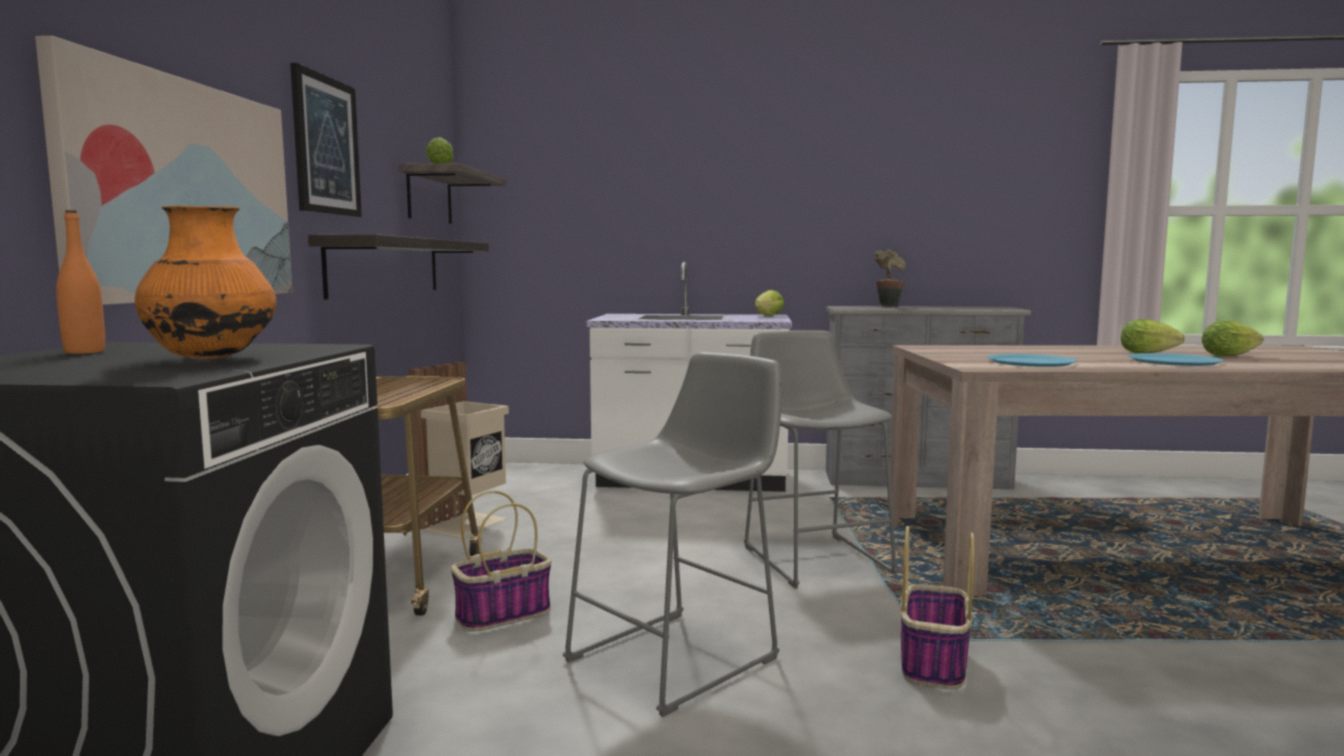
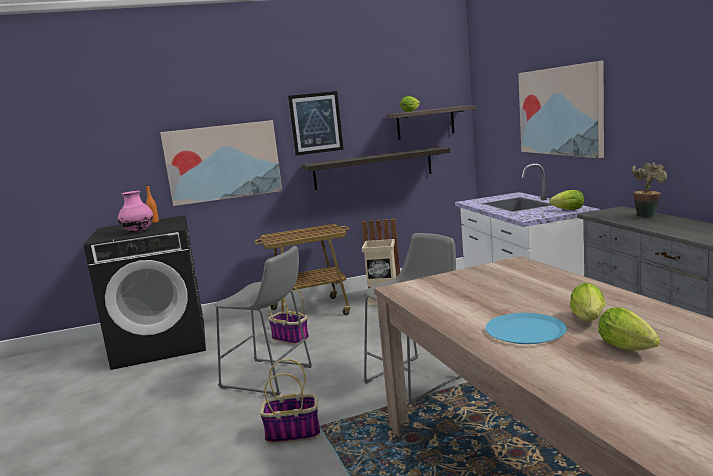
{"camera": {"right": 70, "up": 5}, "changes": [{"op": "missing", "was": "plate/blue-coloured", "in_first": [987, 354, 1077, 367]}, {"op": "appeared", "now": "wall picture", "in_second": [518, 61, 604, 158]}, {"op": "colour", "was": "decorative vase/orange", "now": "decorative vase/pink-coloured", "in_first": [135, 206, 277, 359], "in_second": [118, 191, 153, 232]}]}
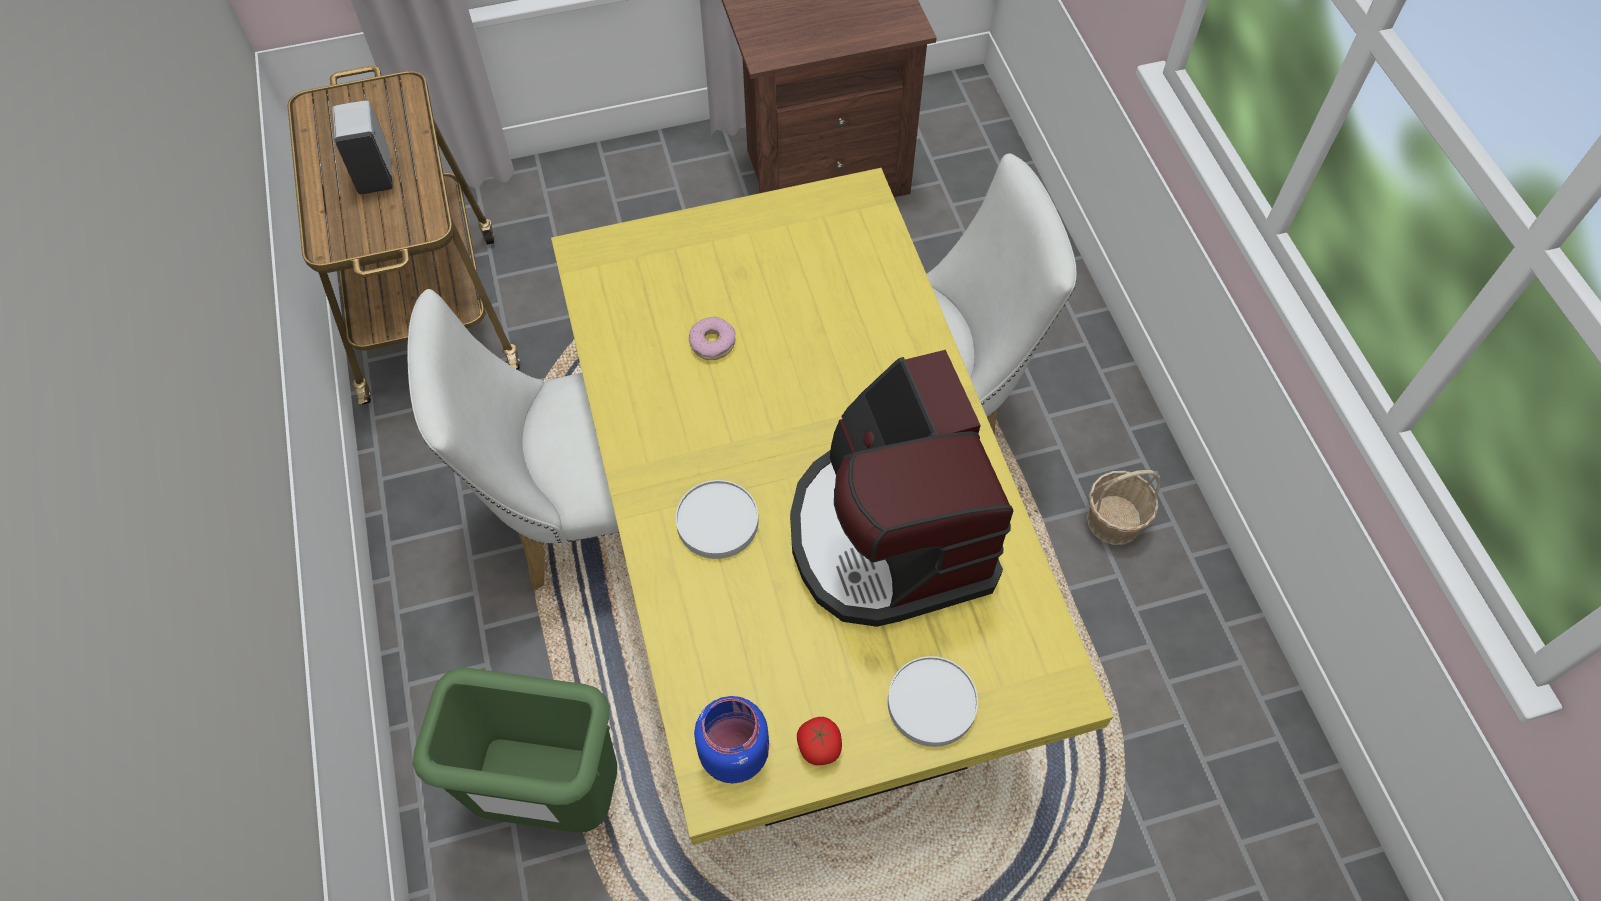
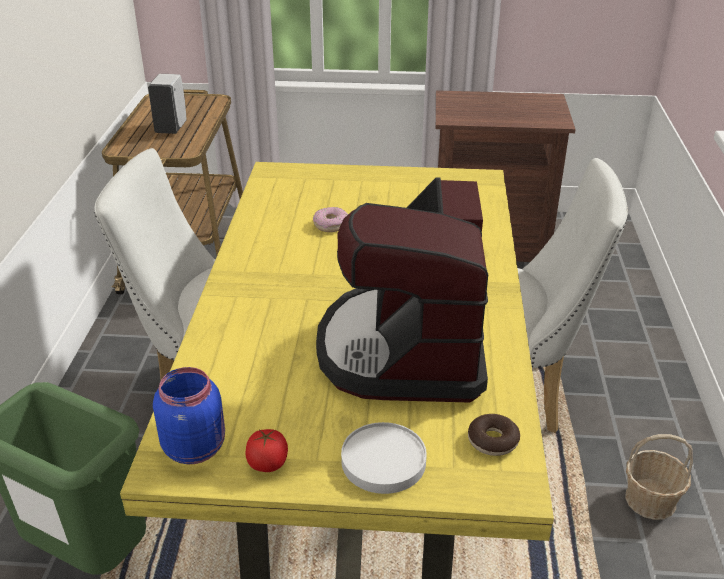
{"camera": {"right": 20, "up": -25}, "changes": [{"op": "missing", "was": "plate/whitish", "in_first": [676, 480, 758, 559]}, {"op": "appeared", "now": "donut", "in_second": [468, 414, 520, 456]}]}
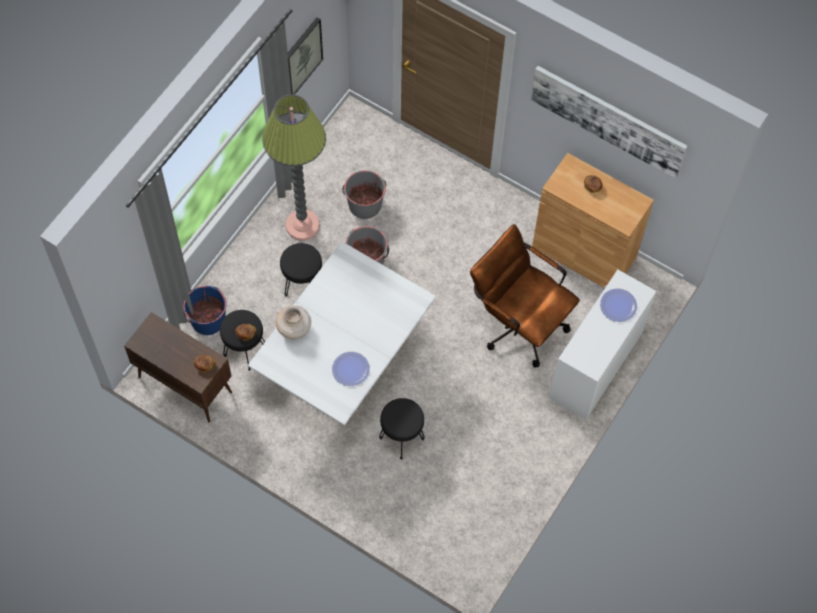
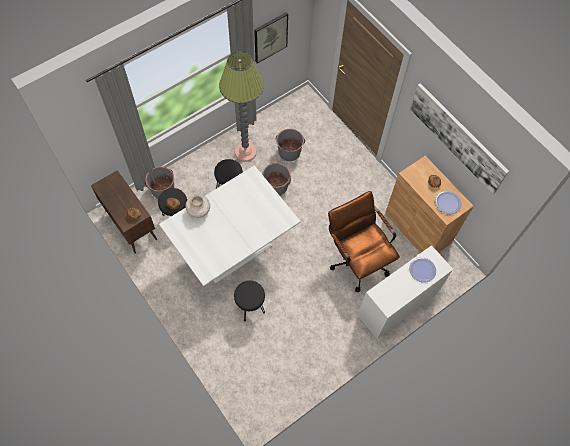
{"camera": {"right": 20, "up": 0}, "changes": [{"op": "relocated", "was": "plate", "in_first": [332, 352, 370, 386], "in_second": [435, 191, 462, 214]}, {"op": "colour", "was": "pail/blue-coloured", "now": "pail/grey", "in_first": [183, 286, 227, 335], "in_second": [145, 167, 174, 199]}]}
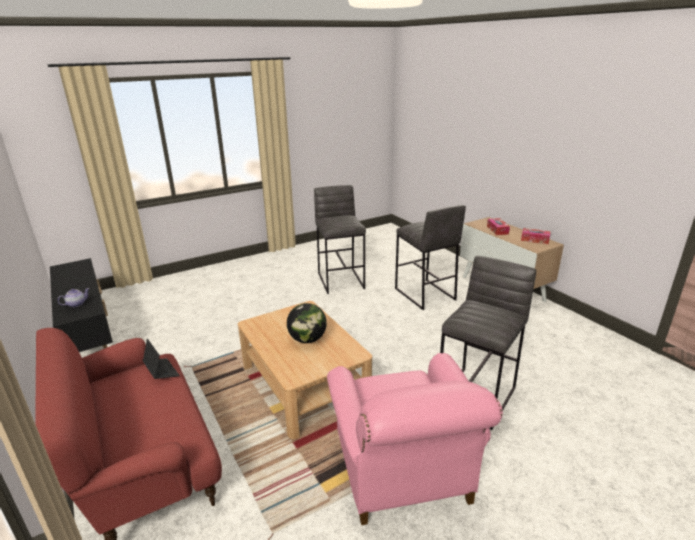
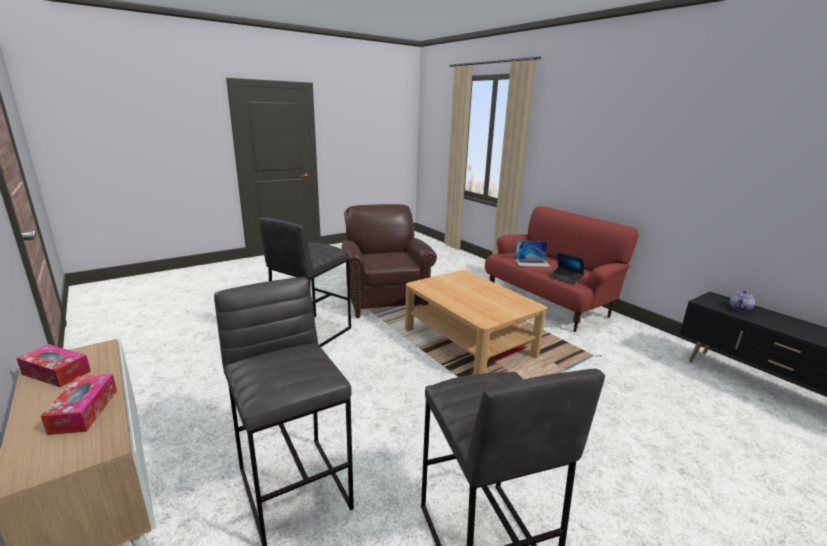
{"camera": {"right": 175, "up": -5}, "changes": [{"op": "missing", "was": "desk globe", "in_first": [287, 303, 327, 343]}, {"op": "appeared", "now": "notebook computer", "in_second": [515, 240, 551, 267]}, {"op": "colour", "was": "lounge chair/pink-coloured", "now": "lounge chair/brown-coloured", "in_first": [327, 353, 503, 525], "in_second": [342, 204, 437, 318]}]}
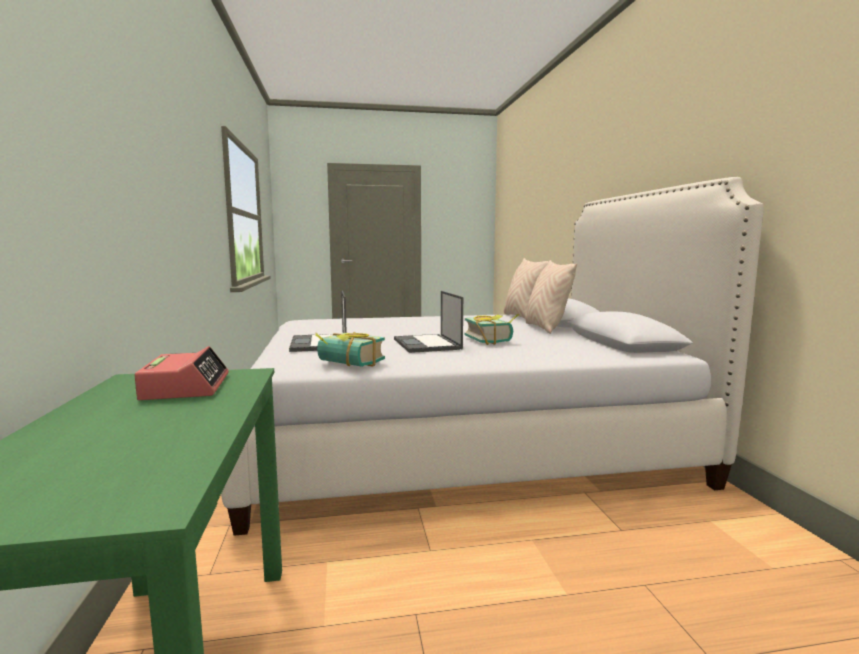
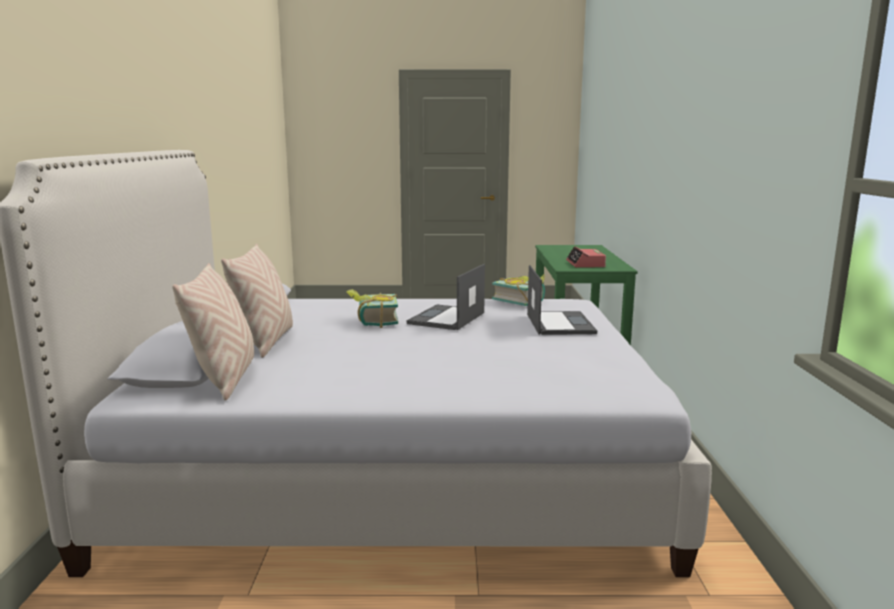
{"camera": {"right": -170, "up": 5}, "changes": [{"op": "spun", "was": "notebook computer", "in_first": [394, 291, 463, 353], "in_second": [407, 264, 485, 330], "clockwise": -150}]}
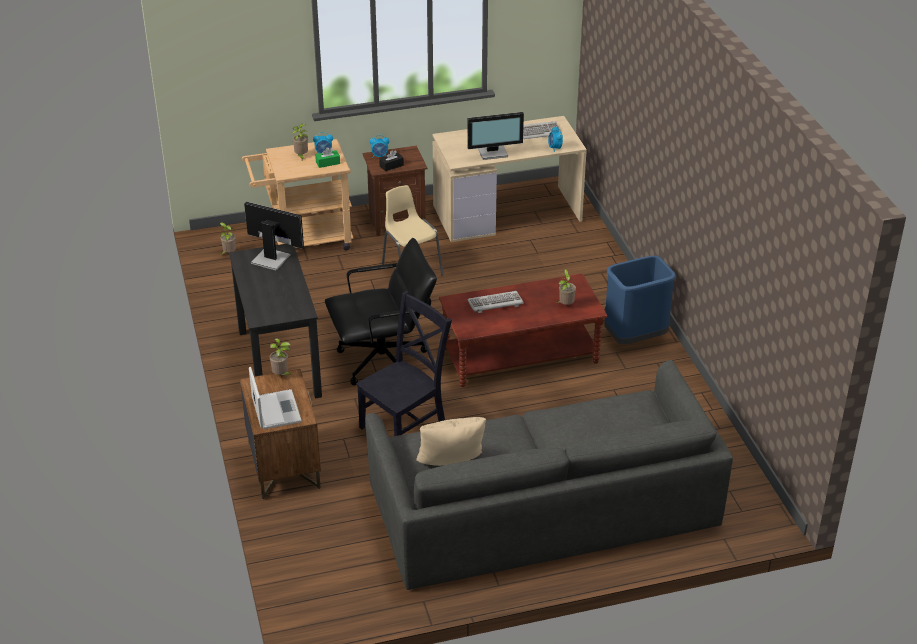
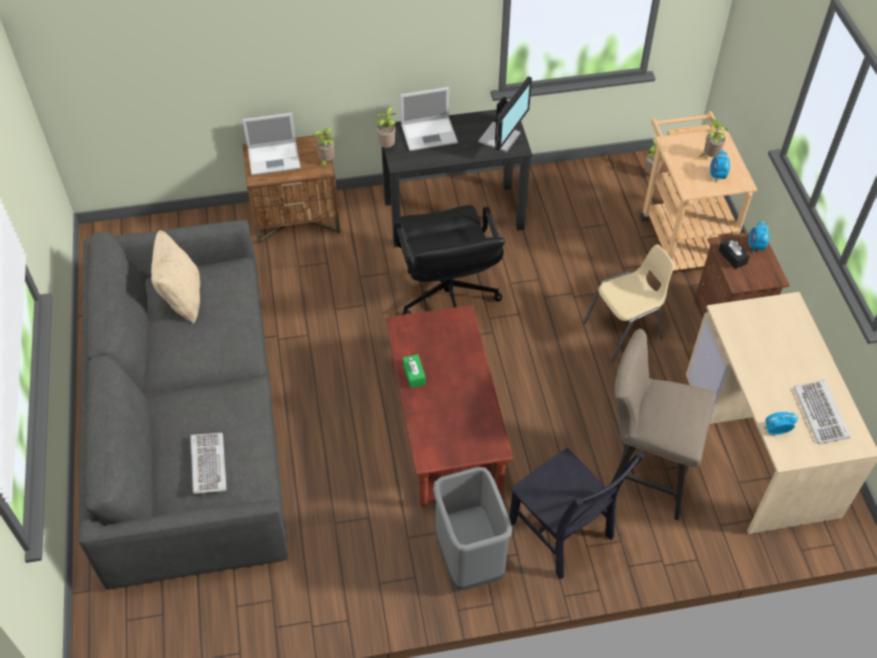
{"camera": {"right": 95, "up": 15}, "changes": [{"op": "missing", "was": "computer screen", "in_first": [468, 112, 524, 160]}, {"op": "appeared", "now": "notebook computer", "in_second": [400, 87, 458, 151]}, {"op": "appeared", "now": "sitting stool/sand-coloured", "in_second": [610, 328, 717, 520]}, {"op": "relocated", "was": "box of tissues/green", "in_first": [315, 147, 340, 168], "in_second": [403, 354, 426, 388]}, {"op": "relocated", "was": "upright chair/black", "in_first": [356, 290, 452, 436], "in_second": [509, 448, 645, 579]}, {"op": "relocated", "was": "computer keyboard", "in_first": [468, 291, 524, 313], "in_second": [190, 433, 227, 494]}, {"op": "relocated", "was": "plant in a pot", "in_first": [557, 269, 576, 305], "in_second": [376, 107, 396, 148]}, {"op": "colour", "was": "rubbish bin/blue-coloured", "now": "rubbish bin/grey", "in_first": [604, 256, 676, 344], "in_second": [433, 467, 512, 590]}]}
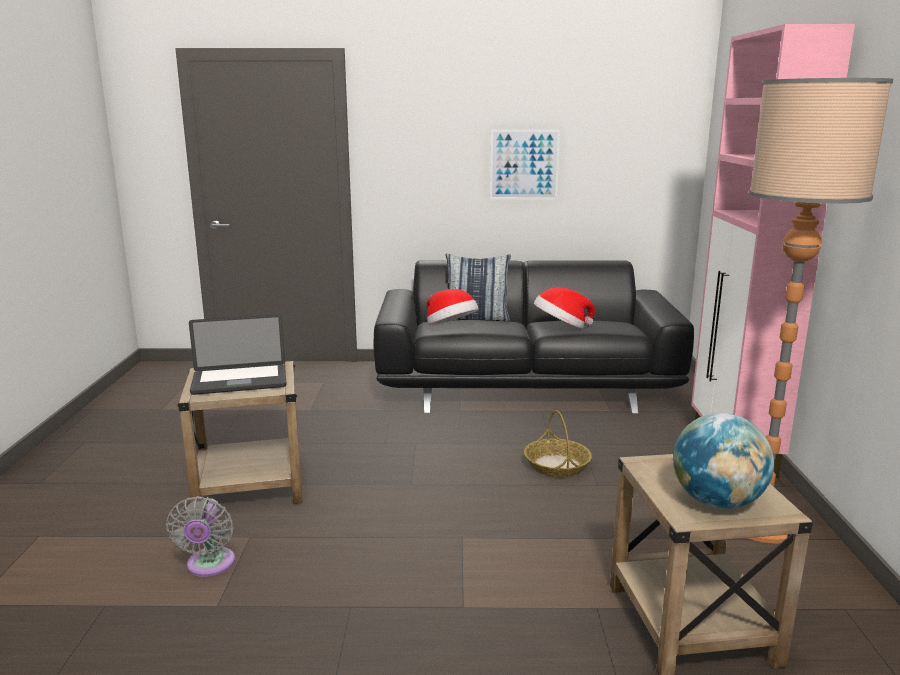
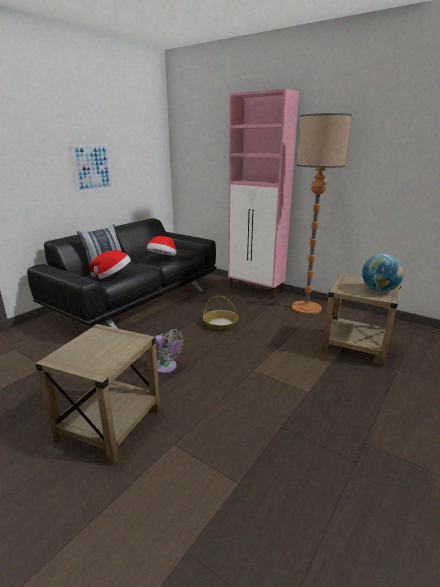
{"camera": {"right": -55, "up": 5}, "changes": [{"op": "missing", "was": "notebook computer", "in_first": [189, 314, 287, 395]}, {"op": "relocated", "was": "cooling fan/grey", "in_first": [166, 496, 235, 577], "in_second": [155, 329, 184, 374]}]}
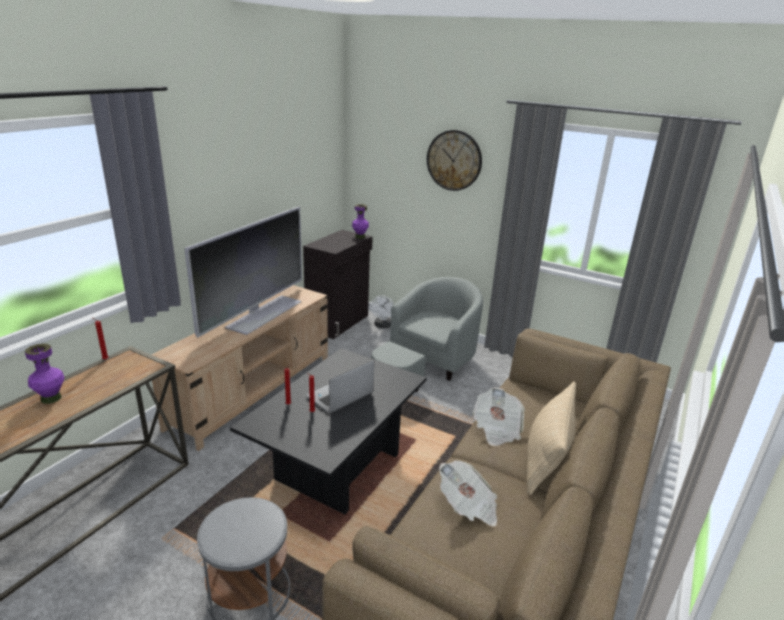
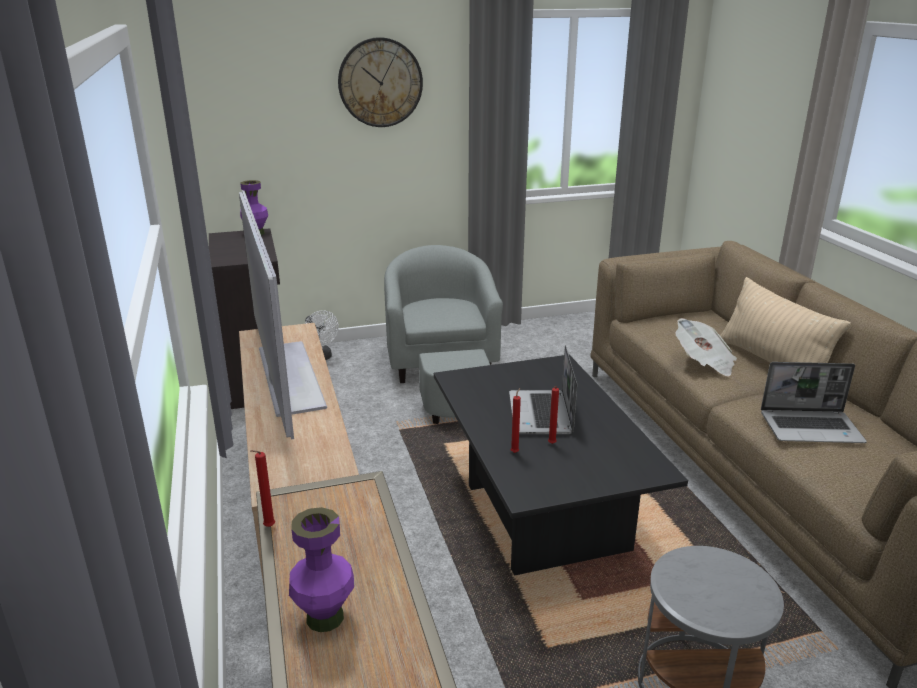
{"camera": {"right": -45, "up": 0}, "changes": [{"op": "exchanged", "was": "newspaper", "now": "notebook computer", "in_first": [439, 460, 497, 527], "in_second": [761, 362, 867, 443]}]}
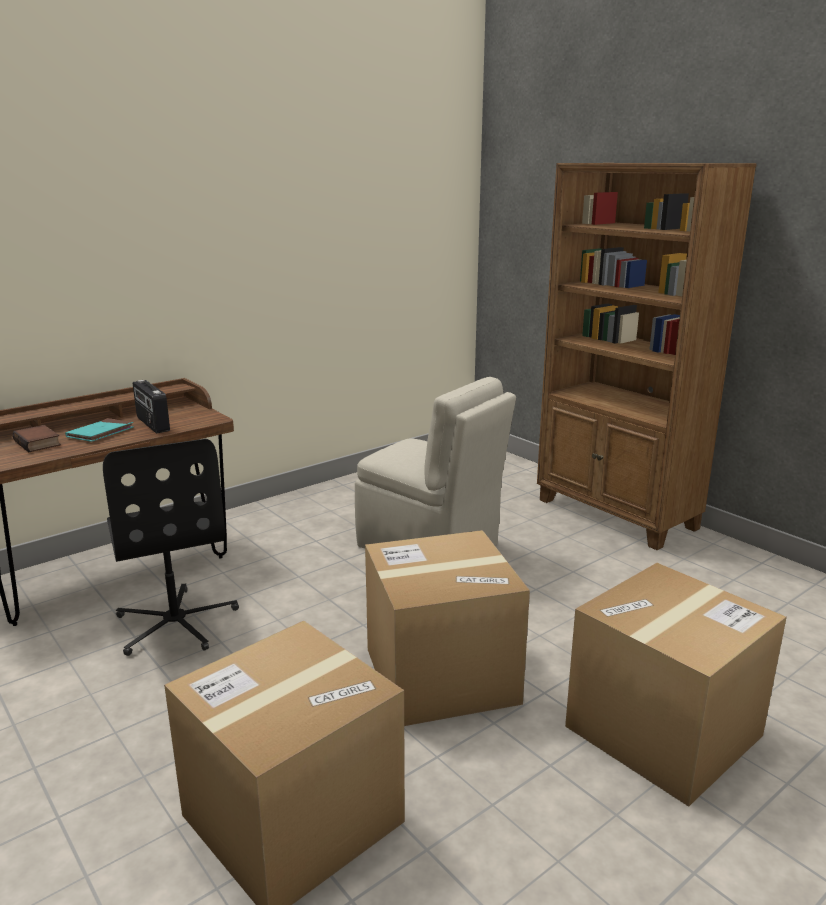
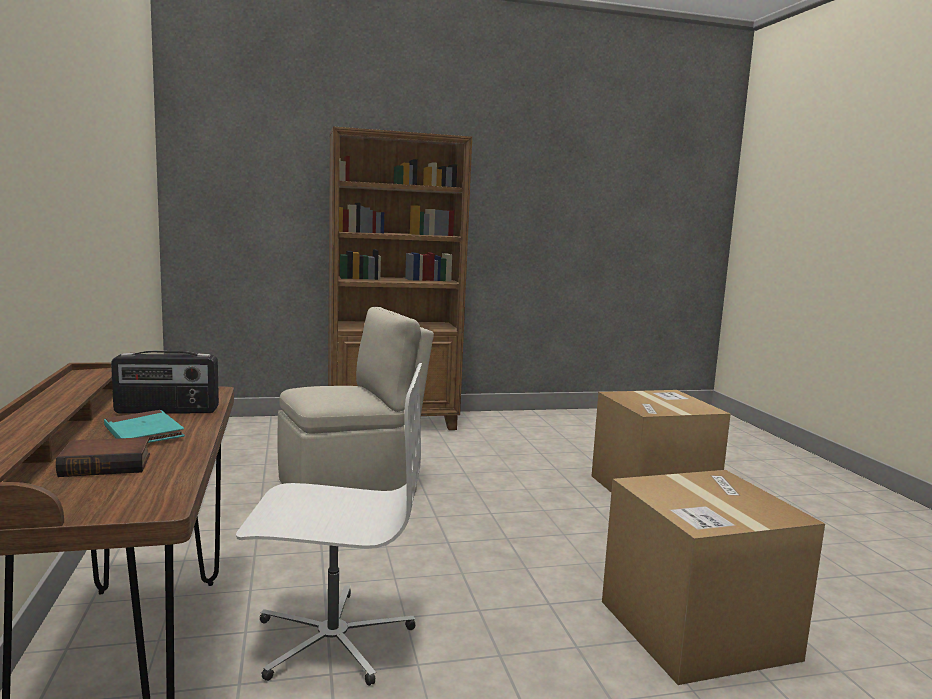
{"camera": {"right": -65, "up": -10}, "changes": [{"op": "missing", "was": "packing box", "in_first": [365, 530, 530, 726]}, {"op": "colour", "was": "computer chair/black", "now": "computer chair/whitish", "in_first": [103, 439, 239, 656], "in_second": [236, 363, 422, 686]}]}
